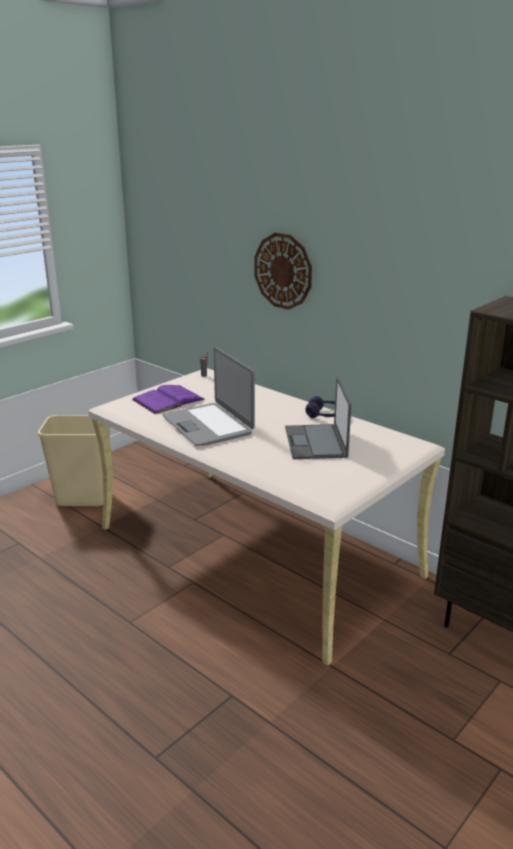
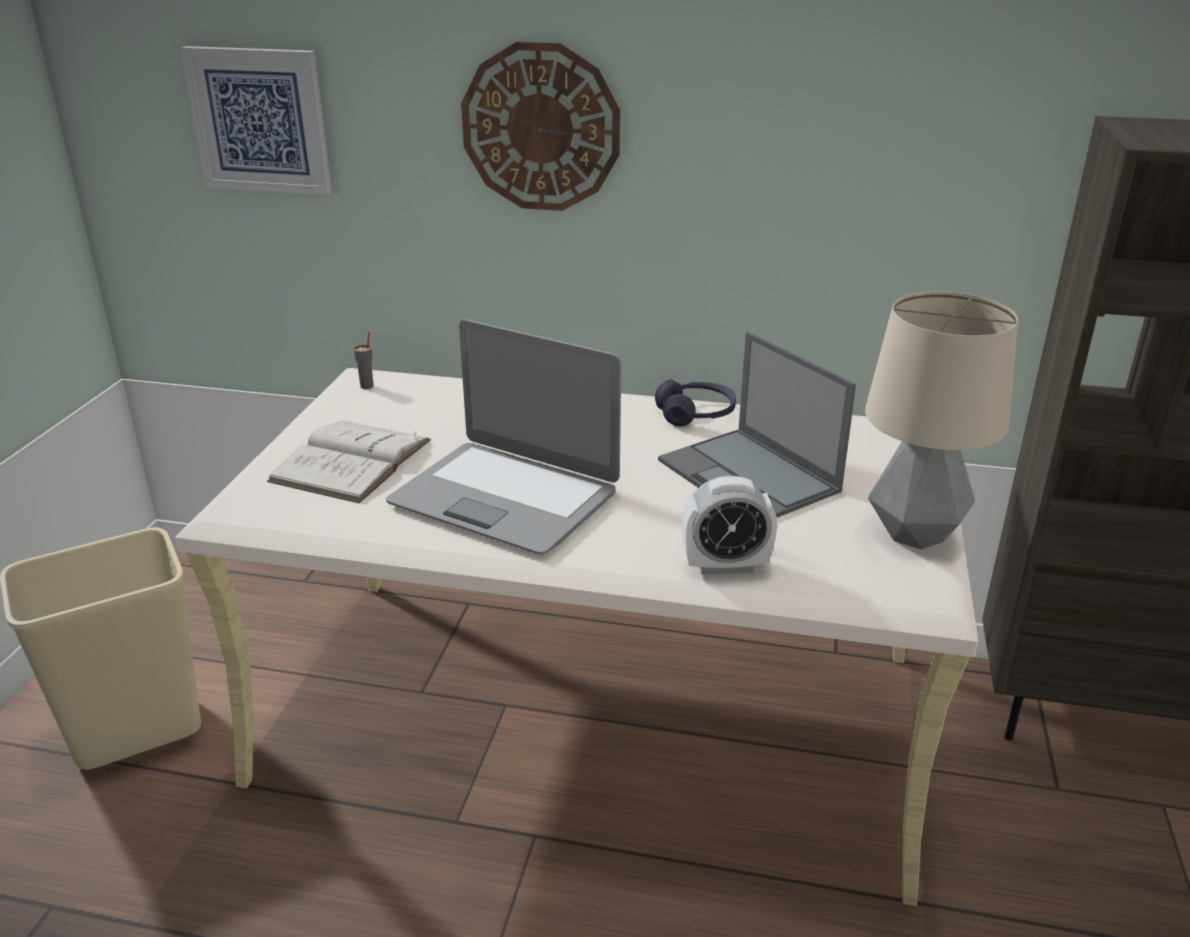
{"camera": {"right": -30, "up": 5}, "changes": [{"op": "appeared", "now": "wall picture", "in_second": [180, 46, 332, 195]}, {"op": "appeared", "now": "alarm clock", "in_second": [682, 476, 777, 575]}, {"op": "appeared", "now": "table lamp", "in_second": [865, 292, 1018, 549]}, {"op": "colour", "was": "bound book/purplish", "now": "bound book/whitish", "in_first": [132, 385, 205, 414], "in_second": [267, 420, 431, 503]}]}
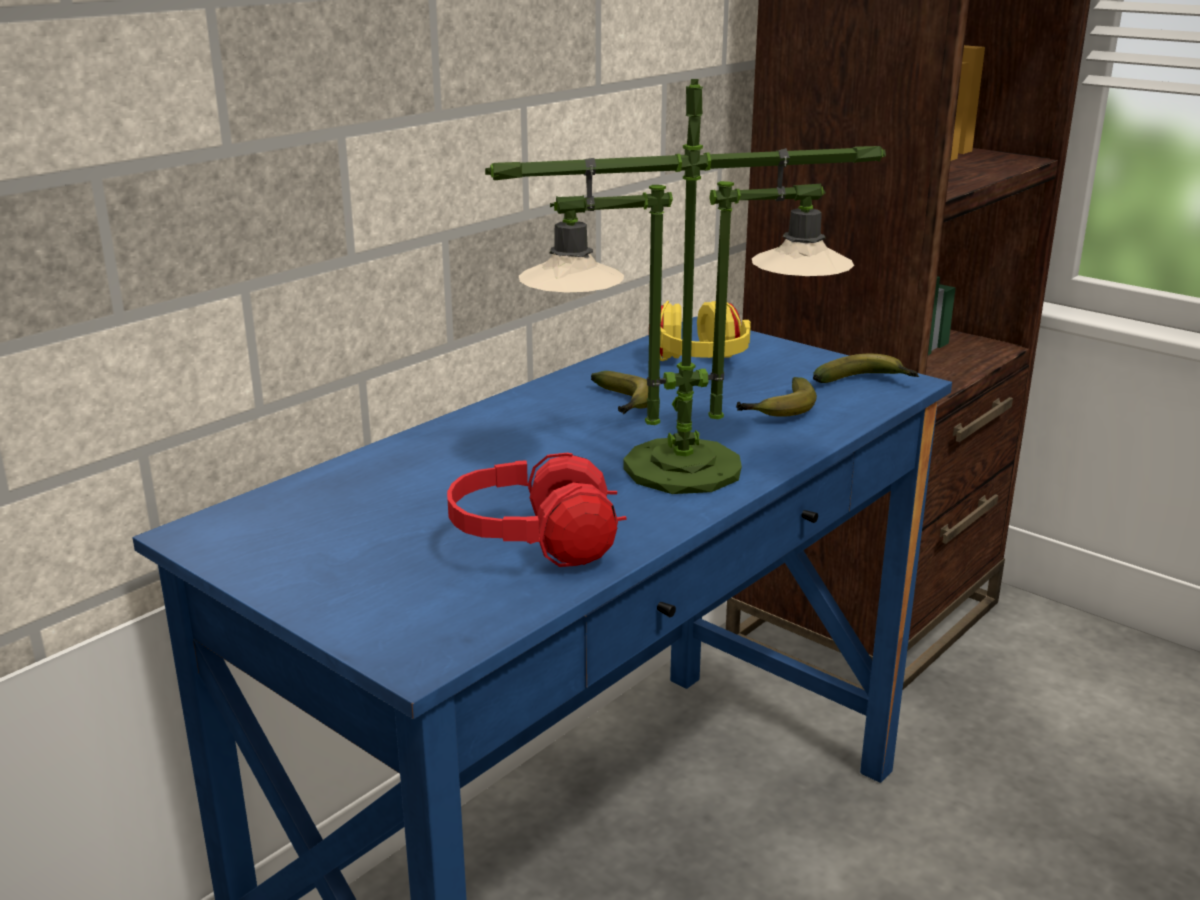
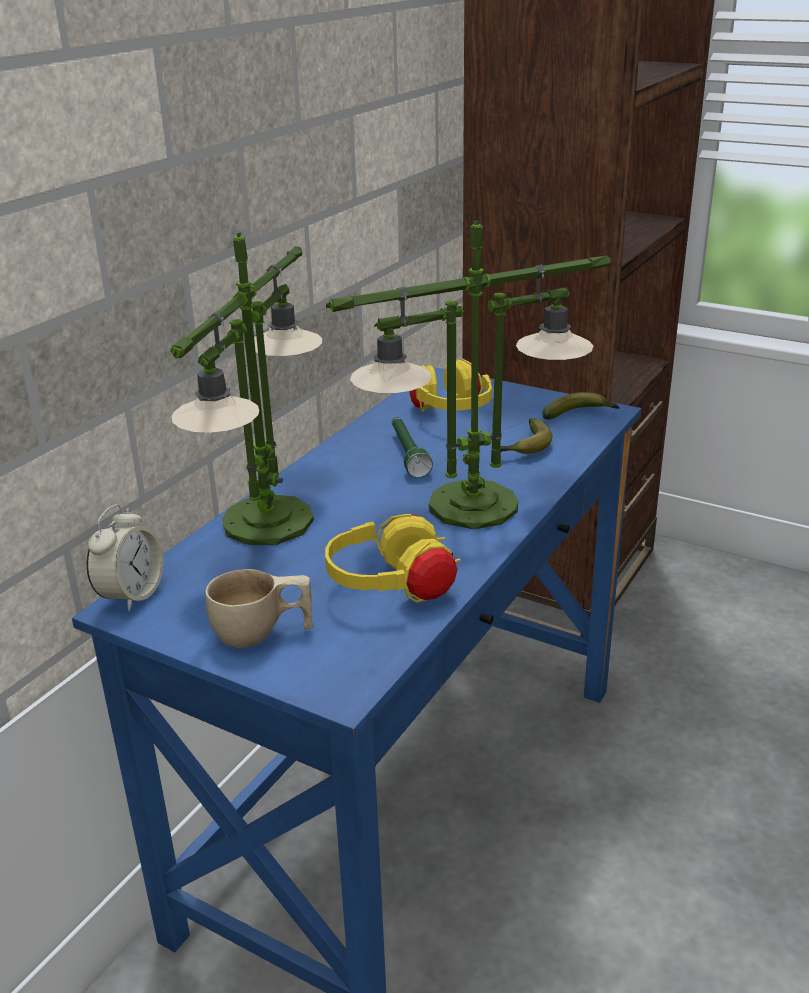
{"camera": {"right": -10, "up": 5}, "changes": [{"op": "appeared", "now": "alarm clock", "in_second": [86, 504, 164, 611]}, {"op": "appeared", "now": "table lamp", "in_second": [170, 232, 322, 545]}, {"op": "appeared", "now": "small cup/sand-coloured", "in_second": [205, 569, 314, 648]}, {"op": "exchanged", "was": "whole banana", "now": "flashlight/green", "in_first": [591, 371, 648, 414], "in_second": [392, 417, 433, 478]}, {"op": "colour", "was": "headphones/red", "now": "headphones/yellowish", "in_first": [447, 453, 627, 567], "in_second": [325, 514, 461, 603]}]}
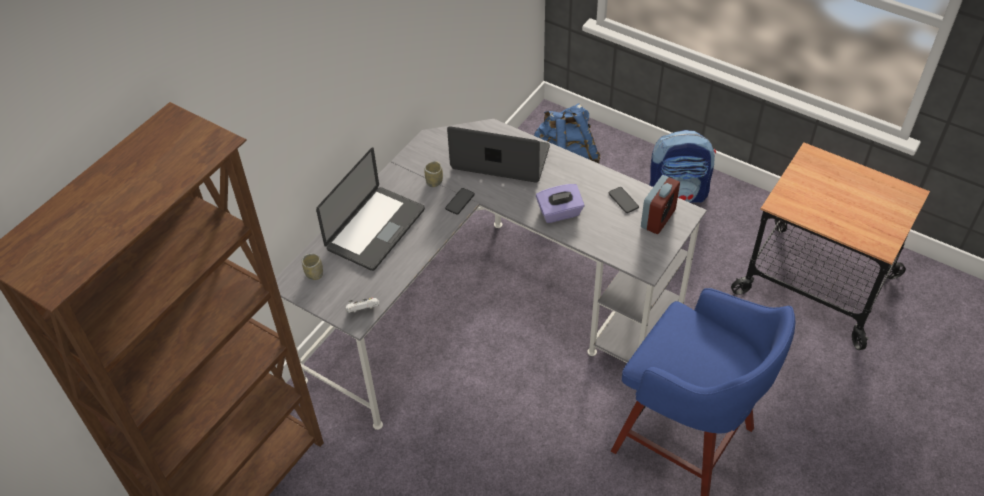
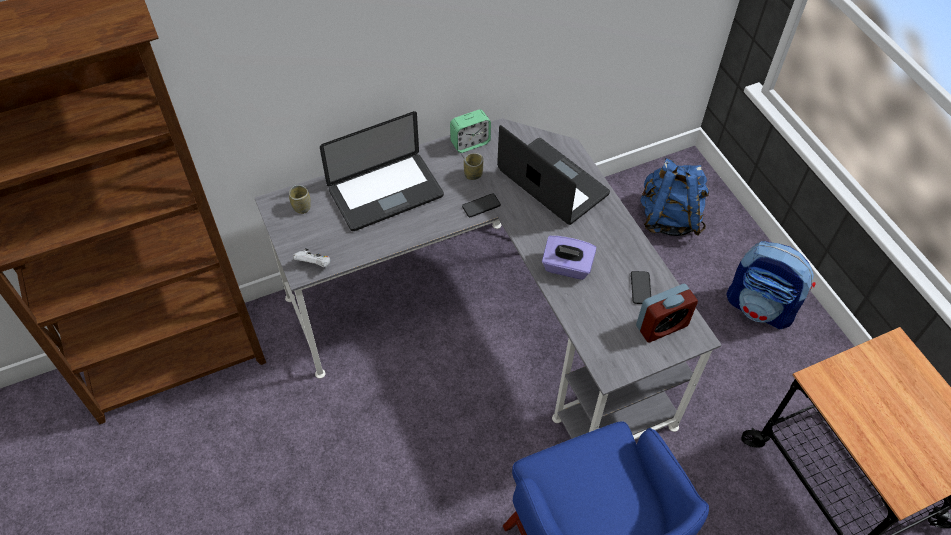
{"camera": {"right": 30, "up": 5}, "changes": [{"op": "appeared", "now": "alarm clock", "in_second": [450, 109, 491, 153]}]}
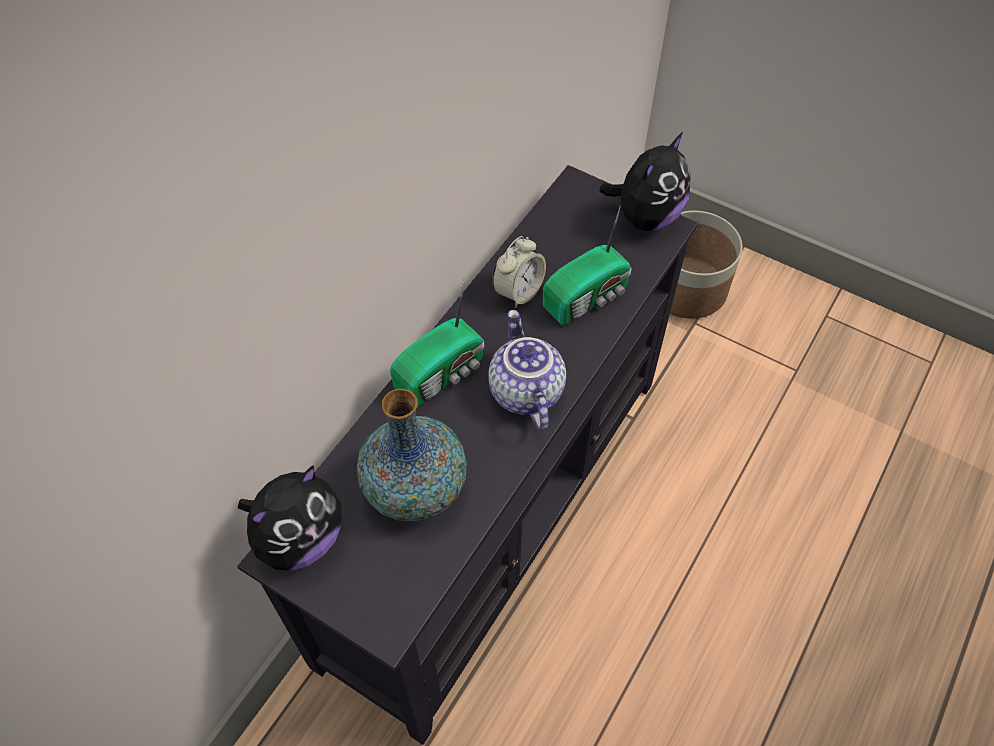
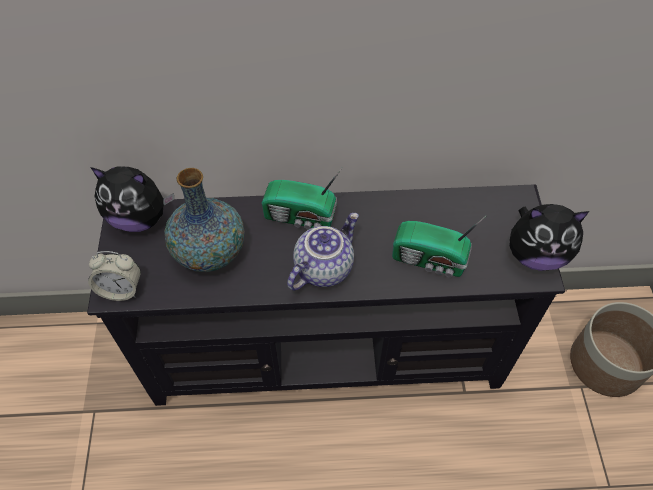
{"camera": {"right": 55, "up": 0}, "changes": [{"op": "relocated", "was": "alarm clock", "in_first": [492, 236, 546, 308], "in_second": [88, 251, 141, 301]}]}
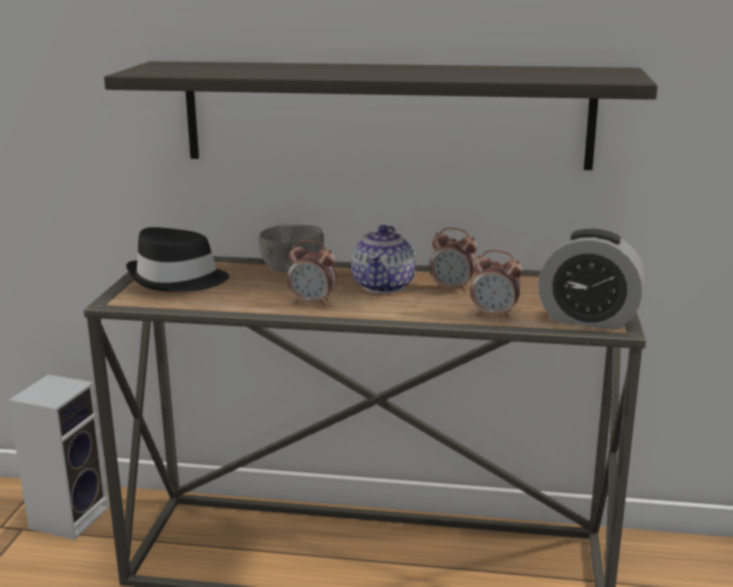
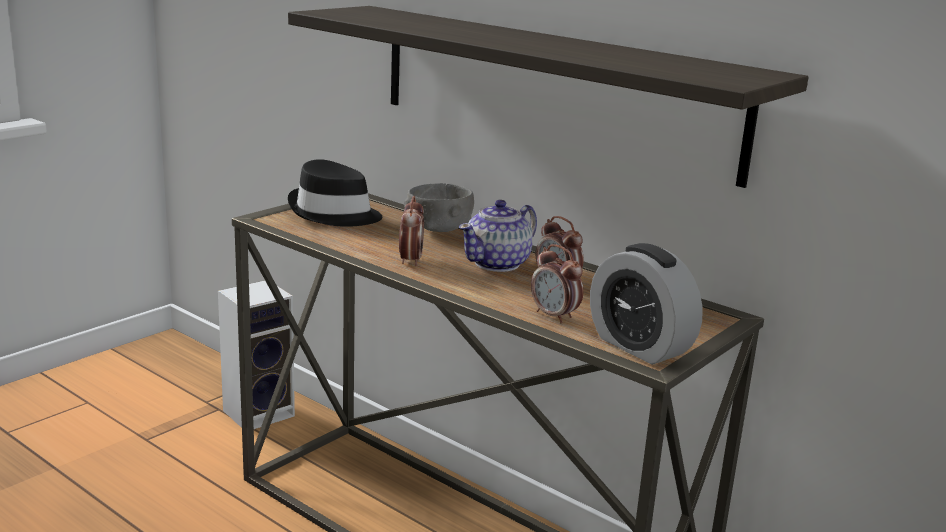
{"camera": {"right": 30, "up": 0}, "changes": [{"op": "spun", "was": "alarm clock", "in_first": [287, 240, 337, 307], "in_second": [399, 196, 424, 266], "clockwise": -135}]}
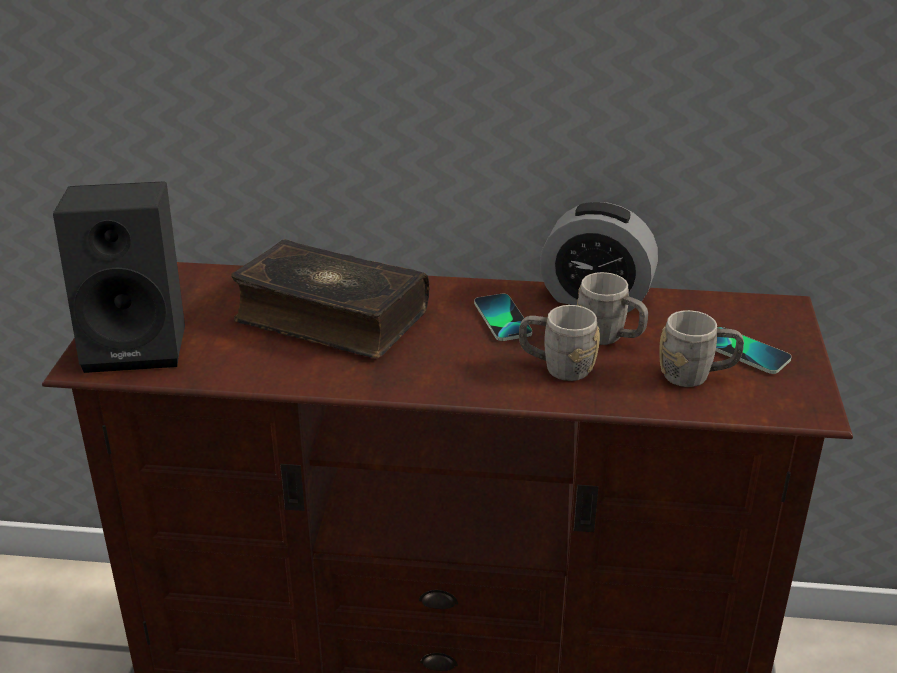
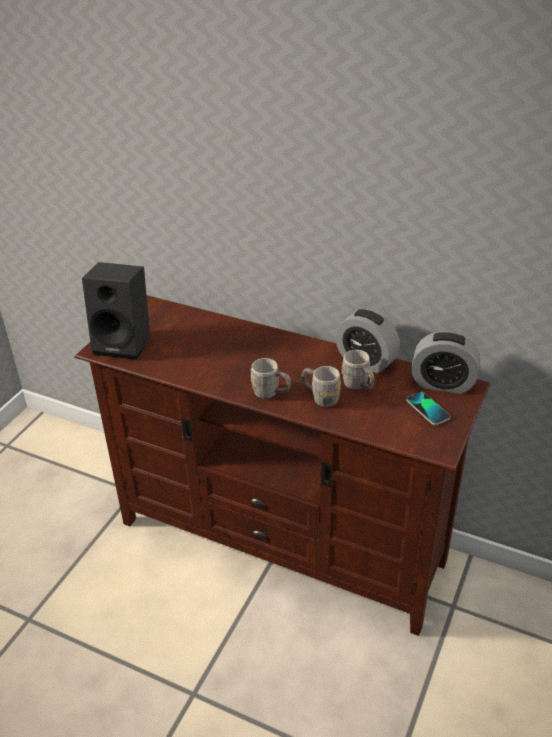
{"camera": {"right": 20, "up": 5}, "changes": [{"op": "missing", "was": "bound book", "in_first": [231, 239, 429, 358]}, {"op": "missing", "was": "telephone", "in_first": [474, 294, 532, 341]}, {"op": "appeared", "now": "alarm clock", "in_second": [411, 331, 480, 394]}, {"op": "relocated", "was": "tea mug/grey", "in_first": [659, 310, 744, 387], "in_second": [250, 358, 291, 399]}]}
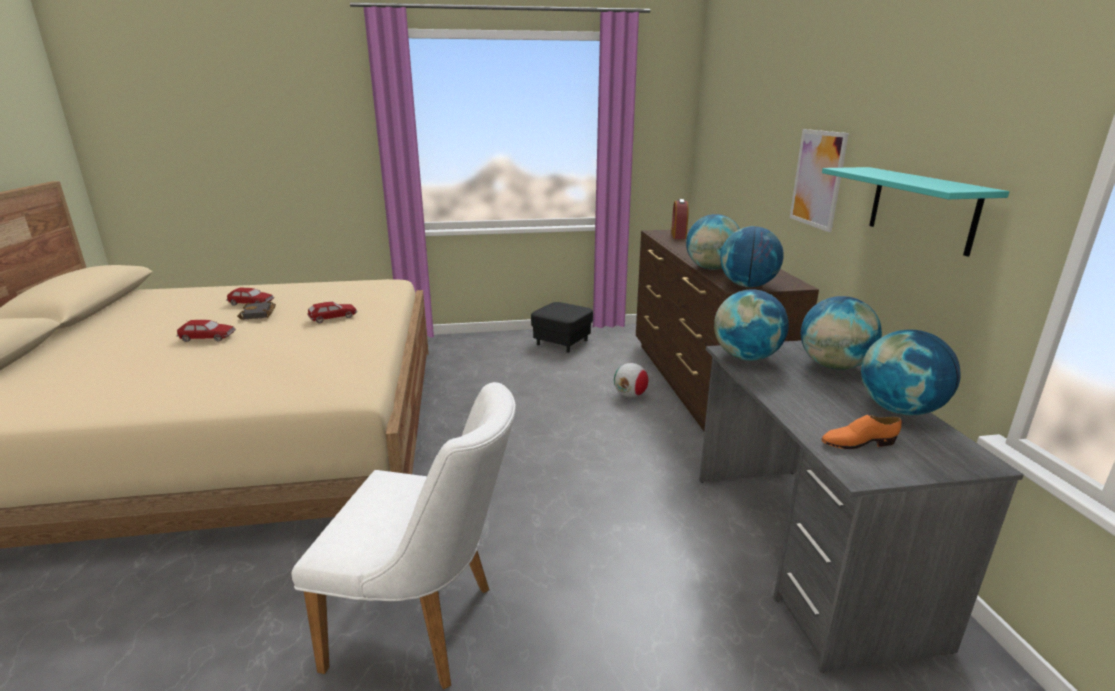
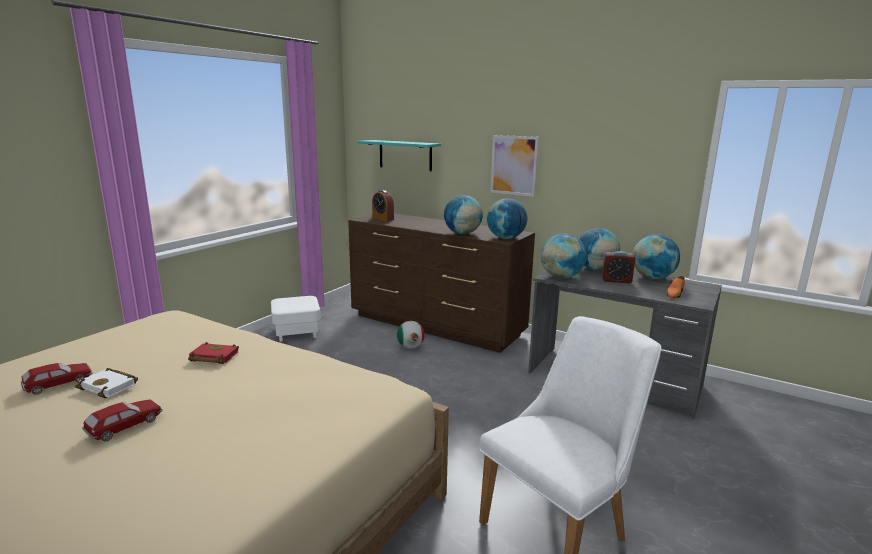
{"camera": {"right": -50, "up": -5}, "changes": [{"op": "appeared", "now": "alarm clock", "in_second": [602, 251, 635, 283]}, {"op": "relocated", "was": "bracket shelf/turquoise-coloured", "in_first": [822, 167, 1009, 256], "in_second": [357, 140, 441, 171]}, {"op": "exchanged", "was": "model car", "now": "bound book/red", "in_first": [307, 302, 358, 323], "in_second": [188, 342, 239, 364]}, {"op": "colour", "was": "bound book/black", "now": "bound book/whitish", "in_first": [237, 301, 276, 320], "in_second": [75, 368, 138, 398]}, {"op": "colour", "was": "pouffe/black", "now": "pouffe/whitish", "in_first": [531, 302, 593, 353], "in_second": [271, 296, 320, 342]}]}
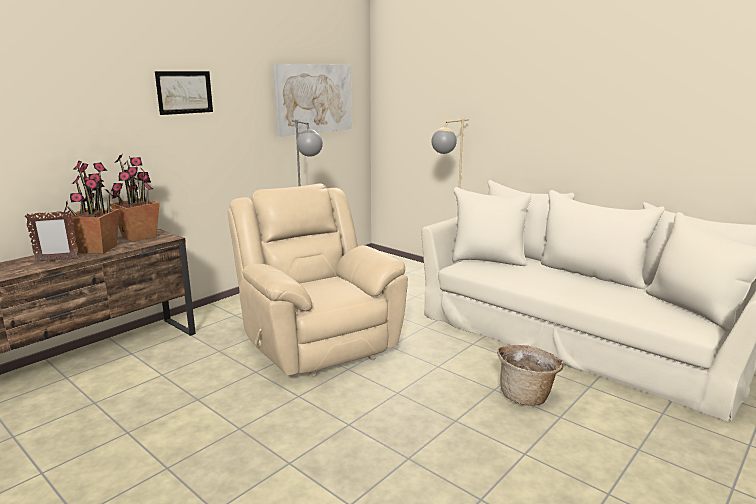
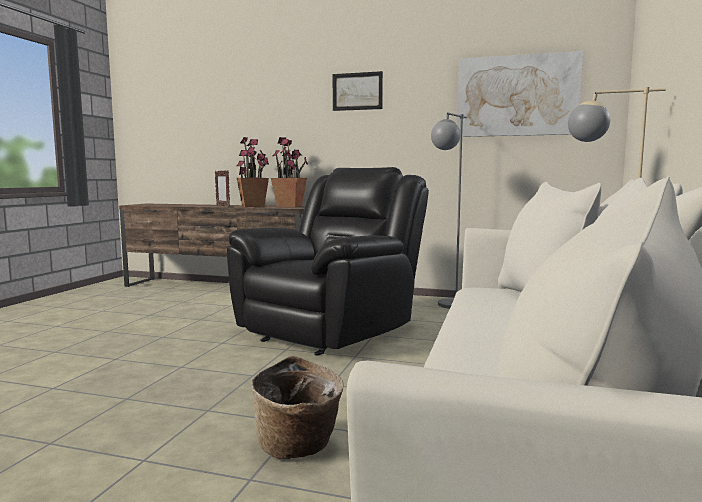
{"camera": {"right": 65, "up": -10}, "changes": [{"op": "colour", "was": "lounge chair/sand-coloured", "now": "lounge chair/black", "in_first": [228, 183, 408, 377], "in_second": [227, 167, 429, 356]}]}
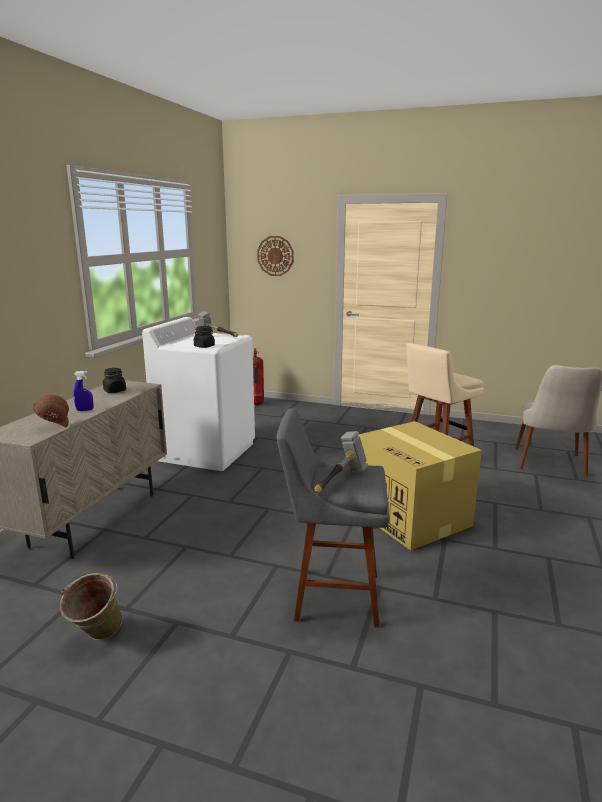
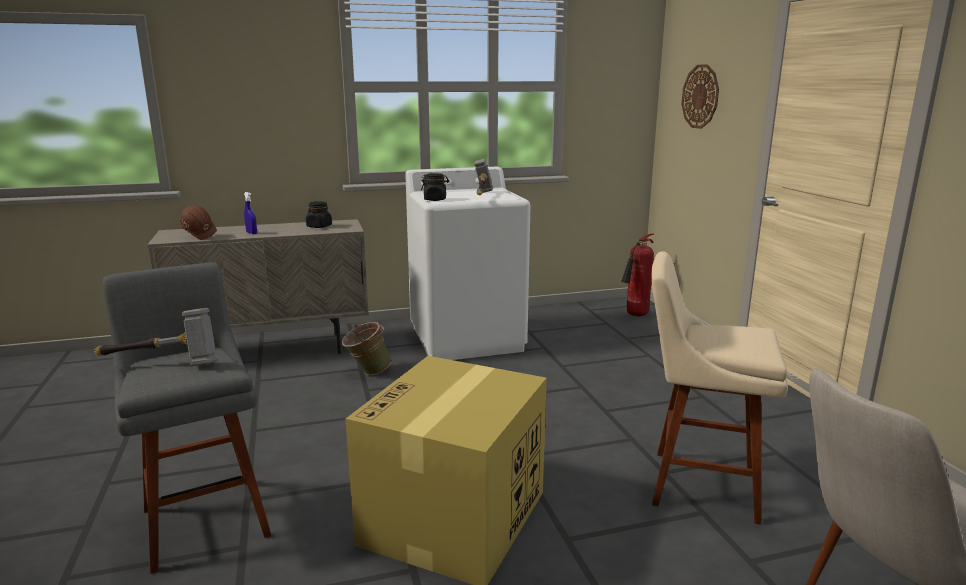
{"camera": {"right": 55, "up": 0}, "changes": [{"op": "relocated", "was": "pail/green", "in_first": [60, 573, 122, 640], "in_second": [342, 322, 391, 375]}]}
